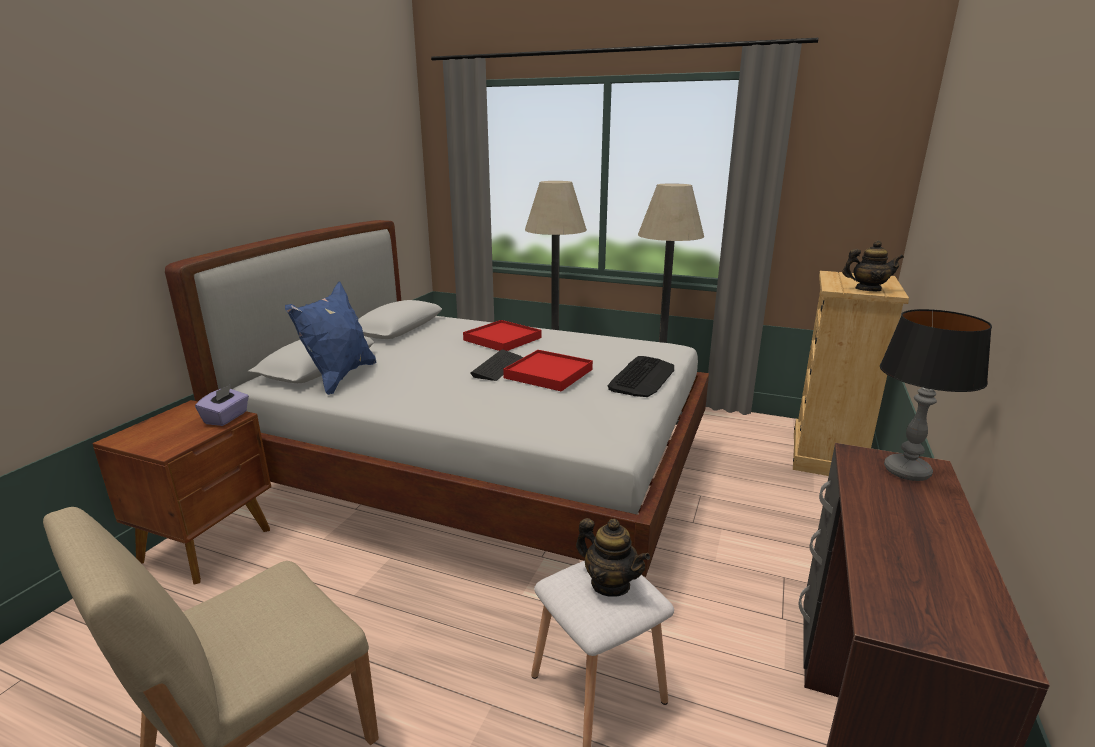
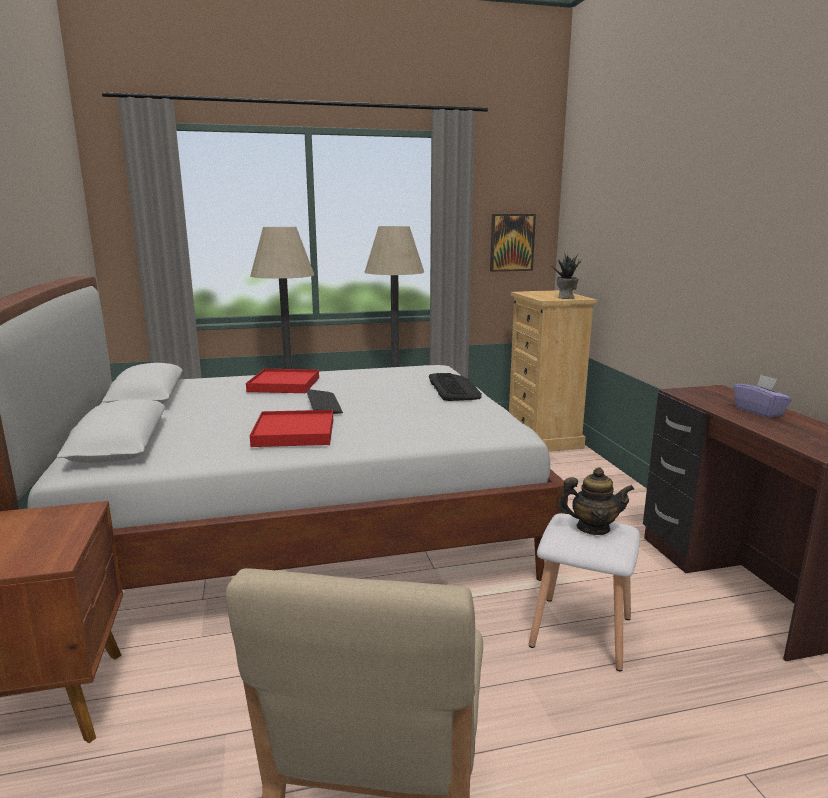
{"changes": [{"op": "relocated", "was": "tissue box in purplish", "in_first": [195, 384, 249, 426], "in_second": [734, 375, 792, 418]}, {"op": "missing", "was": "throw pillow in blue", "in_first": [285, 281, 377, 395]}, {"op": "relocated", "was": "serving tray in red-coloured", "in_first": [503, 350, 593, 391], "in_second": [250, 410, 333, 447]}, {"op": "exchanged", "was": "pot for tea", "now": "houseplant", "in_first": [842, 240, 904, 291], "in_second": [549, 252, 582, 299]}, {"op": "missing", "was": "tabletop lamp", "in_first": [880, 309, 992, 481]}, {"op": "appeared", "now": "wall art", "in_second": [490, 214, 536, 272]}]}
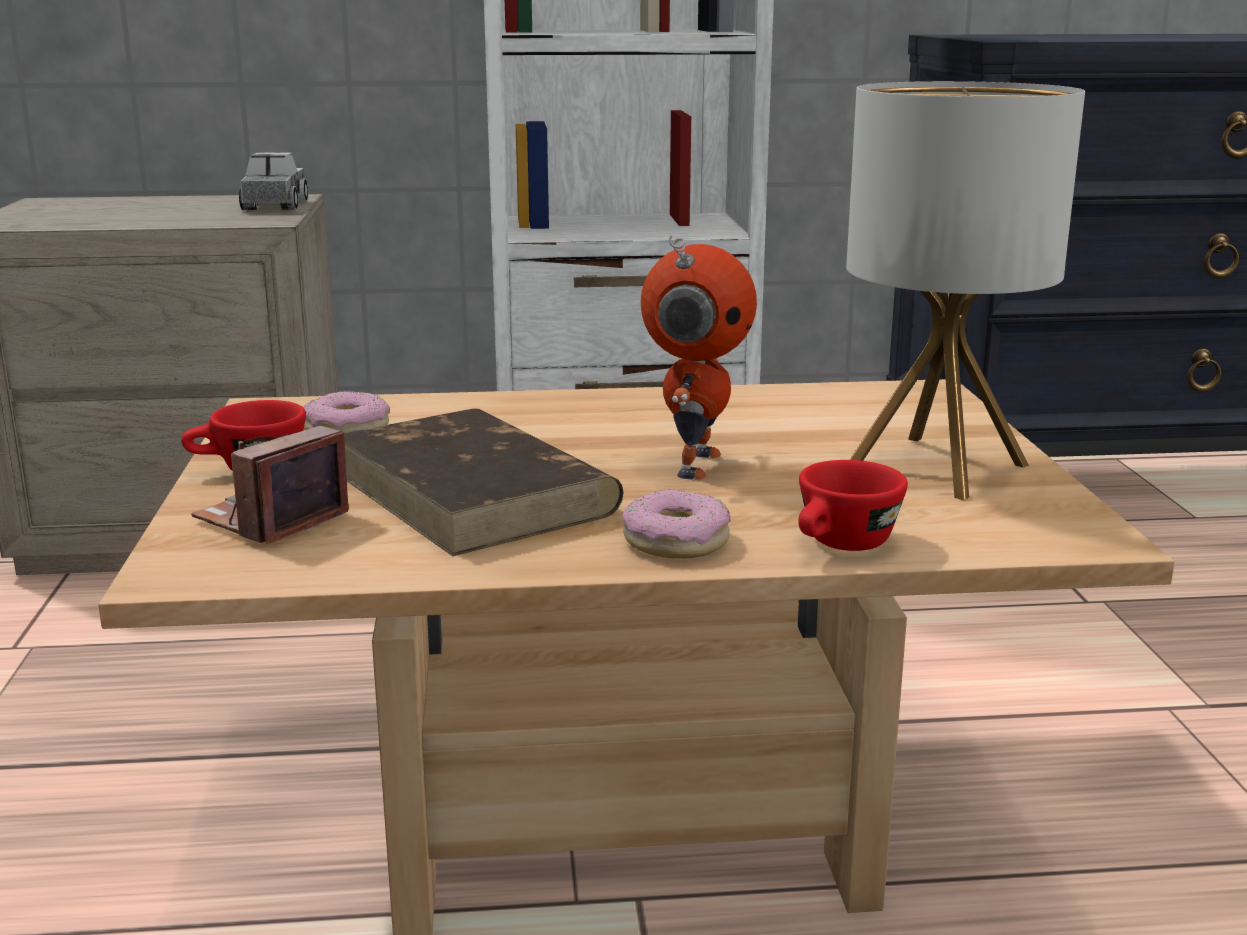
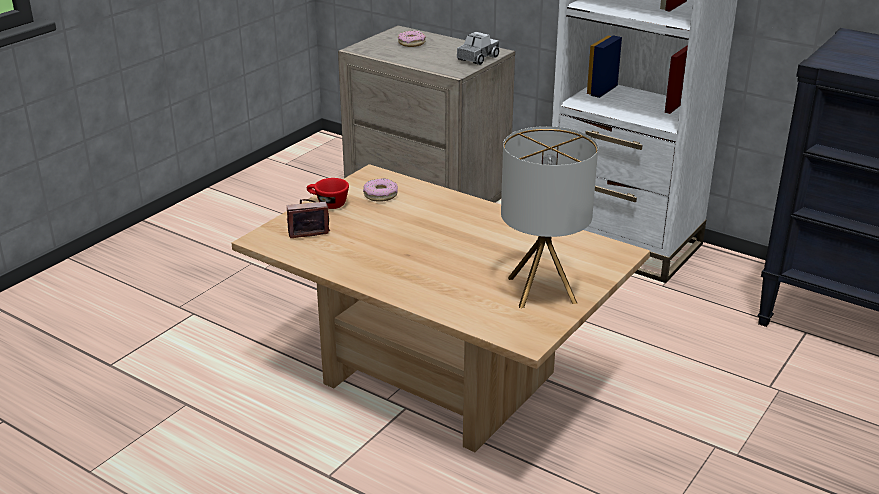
{"changes": [{"op": "missing", "was": "bound book in brown-coloured", "in_first": [344, 409, 623, 556]}, {"op": "relocated", "was": "donut", "in_first": [622, 490, 731, 559], "in_second": [398, 30, 426, 47]}, {"op": "missing", "was": "toy robot", "in_first": [641, 235, 757, 480]}, {"op": "missing", "was": "cup in red-coloured", "in_first": [798, 460, 908, 551]}]}
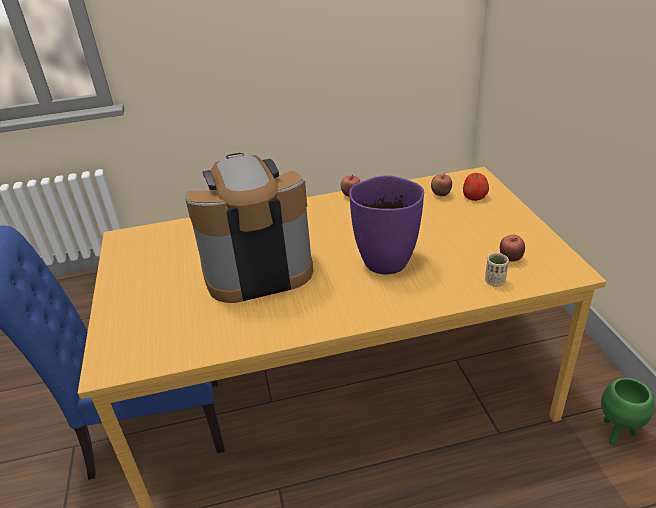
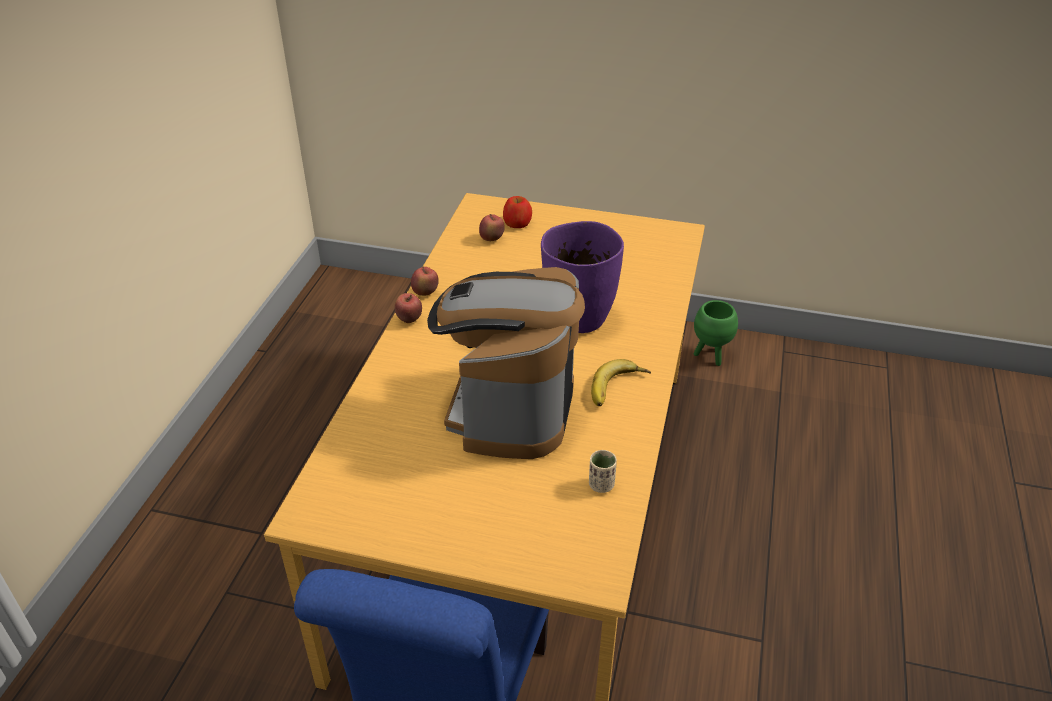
{"changes": [{"op": "relocated", "was": "cup in beige-coloured", "in_first": [485, 253, 509, 287], "in_second": [589, 450, 617, 493]}, {"op": "relocated", "was": "whole apple", "in_first": [500, 235, 525, 262], "in_second": [394, 293, 422, 323]}, {"op": "appeared", "now": "whole banana", "in_second": [591, 359, 651, 406]}]}
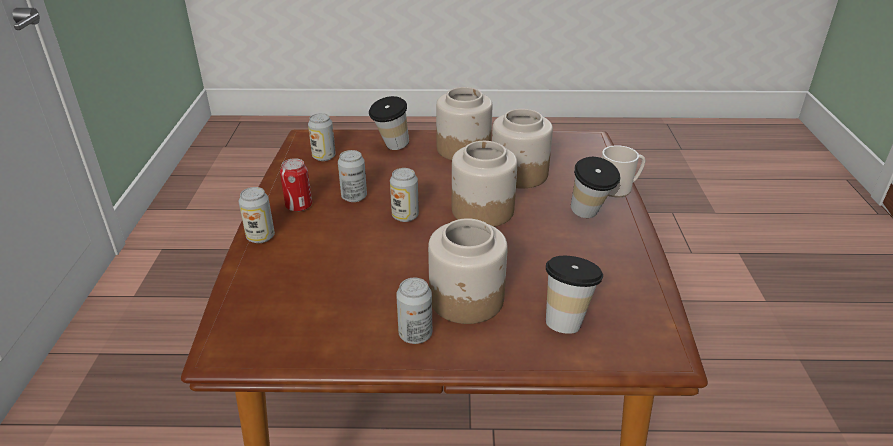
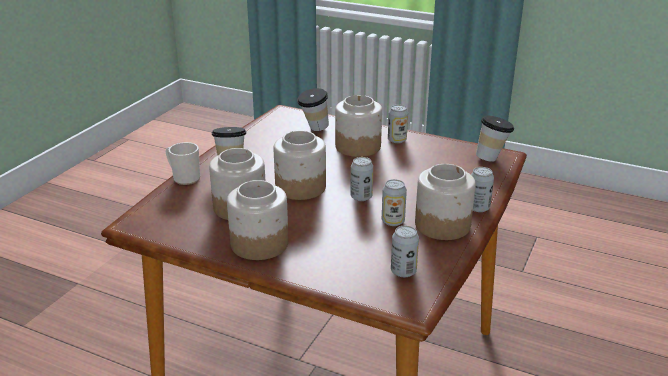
{"changes": [{"op": "exchanged", "was": "can", "now": "storage jar", "in_first": [280, 158, 312, 212], "in_second": [415, 164, 476, 240]}, {"op": "relocated", "was": "cup", "in_first": [369, 96, 409, 150], "in_second": [476, 116, 514, 162]}]}
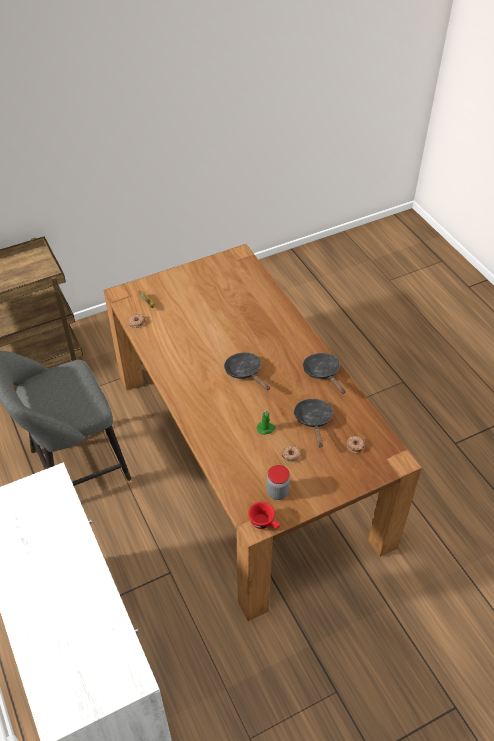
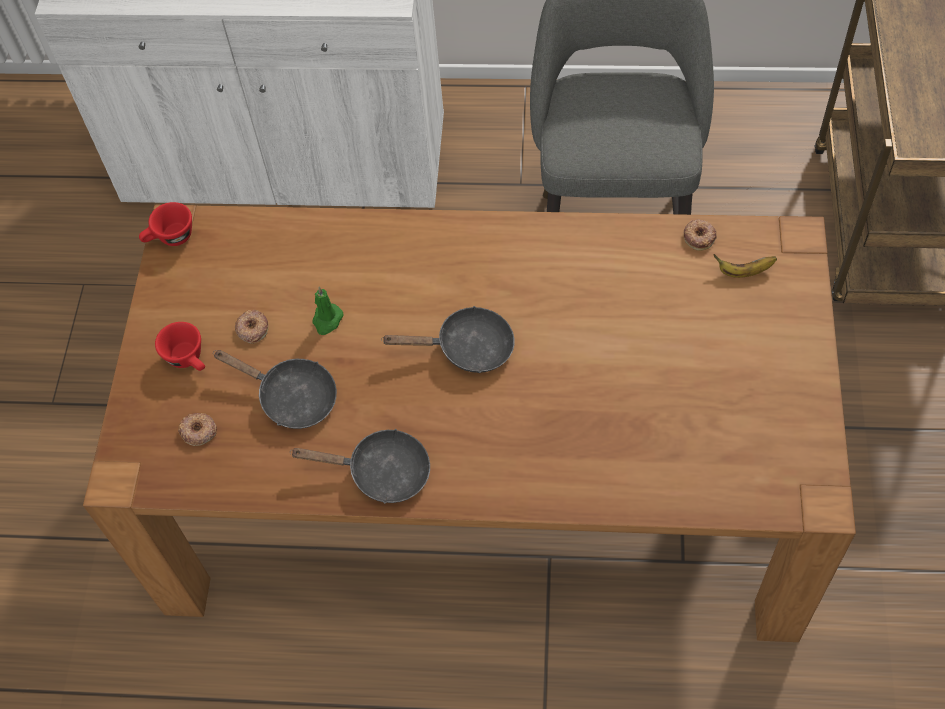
{"changes": [{"op": "missing", "was": "storage jar", "in_first": [266, 465, 290, 500]}, {"op": "appeared", "now": "cup in red-coloured", "in_second": [155, 322, 205, 371]}]}
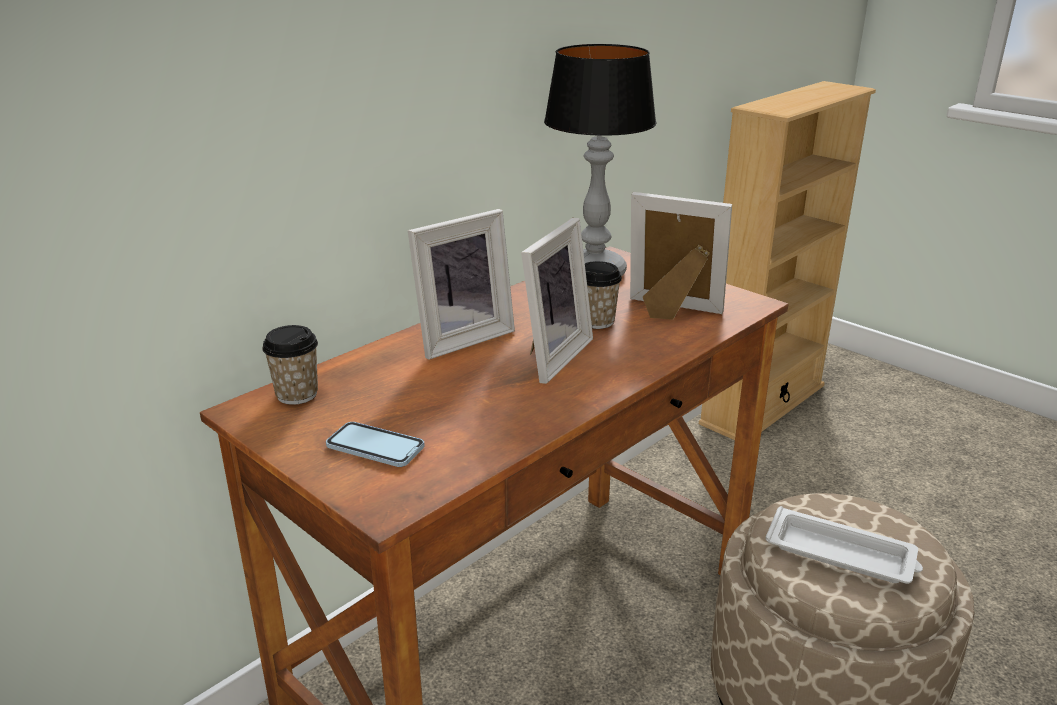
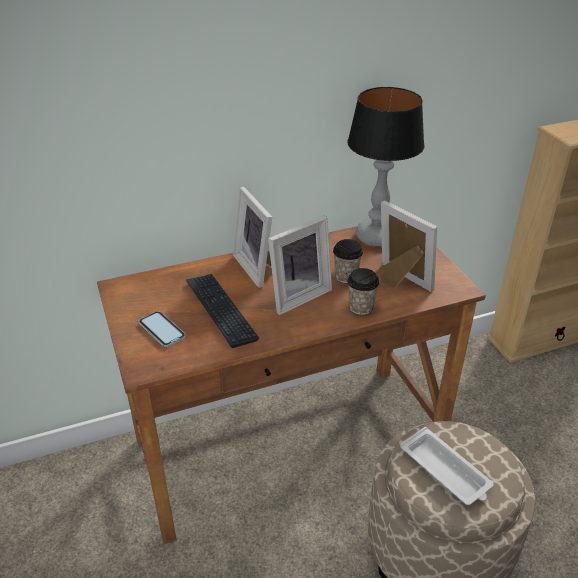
{"changes": [{"op": "relocated", "was": "cup", "in_first": [262, 325, 318, 405], "in_second": [347, 268, 379, 315]}, {"op": "spun", "was": "picture frame", "in_first": [408, 209, 515, 360], "in_second": [233, 187, 272, 288], "clockwise": 75}, {"op": "appeared", "now": "computer keyboard", "in_second": [186, 274, 259, 348]}]}
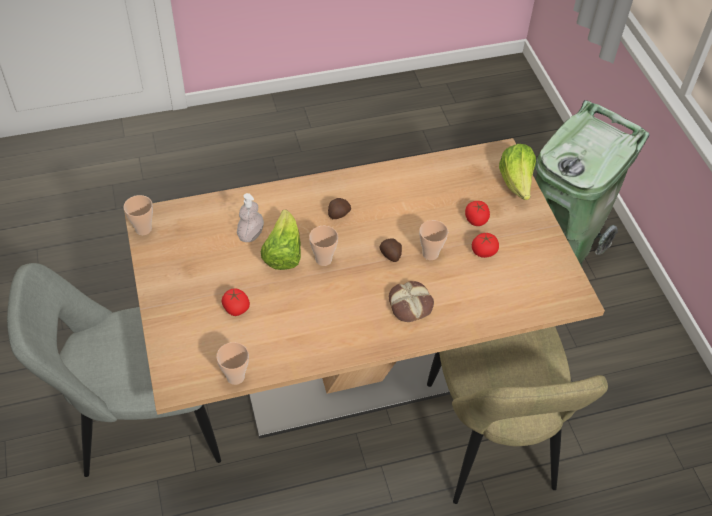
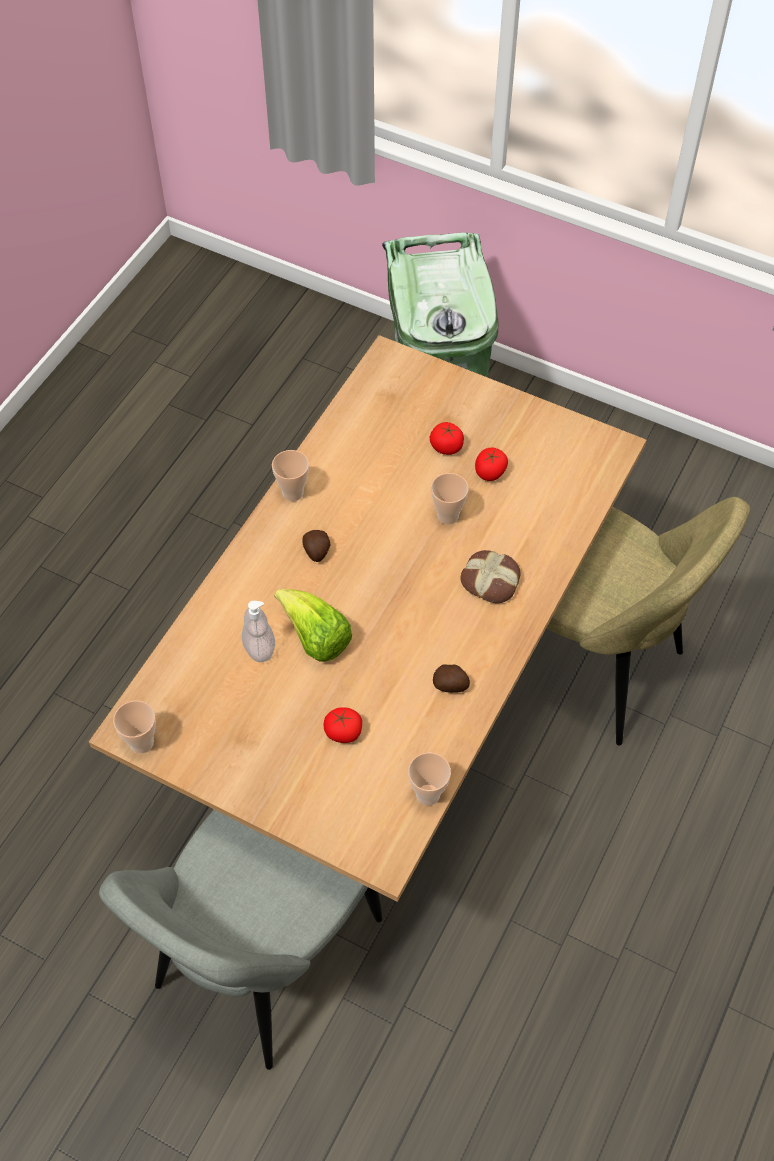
{"changes": [{"op": "relocated", "was": "cup", "in_first": [309, 226, 338, 266], "in_second": [272, 450, 309, 501]}, {"op": "relocated", "was": "potato", "in_first": [380, 239, 402, 262], "in_second": [433, 664, 470, 693]}, {"op": "missing", "was": "lettuce", "in_first": [499, 144, 536, 200]}]}
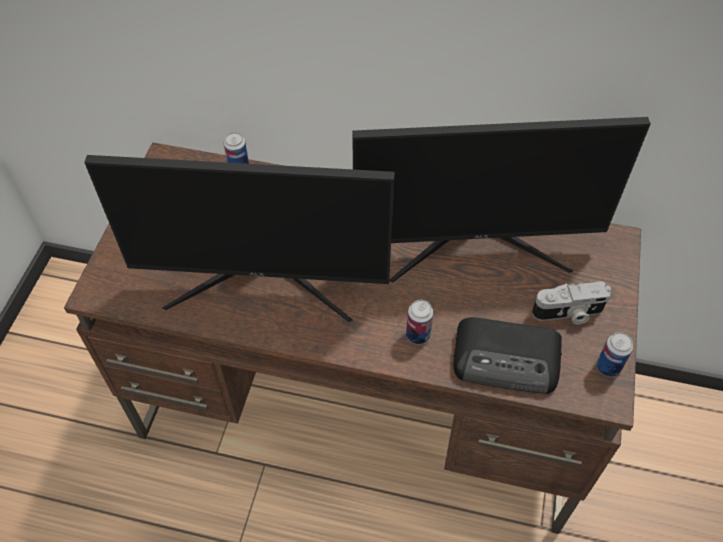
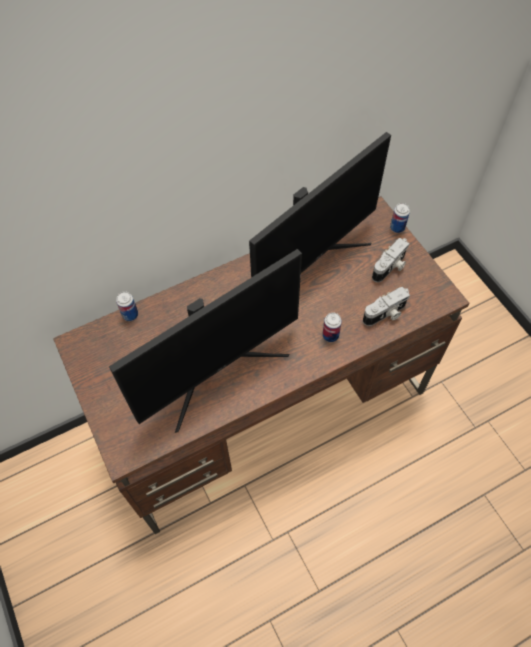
{"changes": [{"op": "exchanged", "was": "radio receiver", "now": "still camera", "in_first": [453, 317, 562, 394], "in_second": [363, 287, 410, 326]}, {"op": "relocated", "was": "can", "in_first": [596, 332, 633, 377], "in_second": [390, 203, 410, 233]}]}
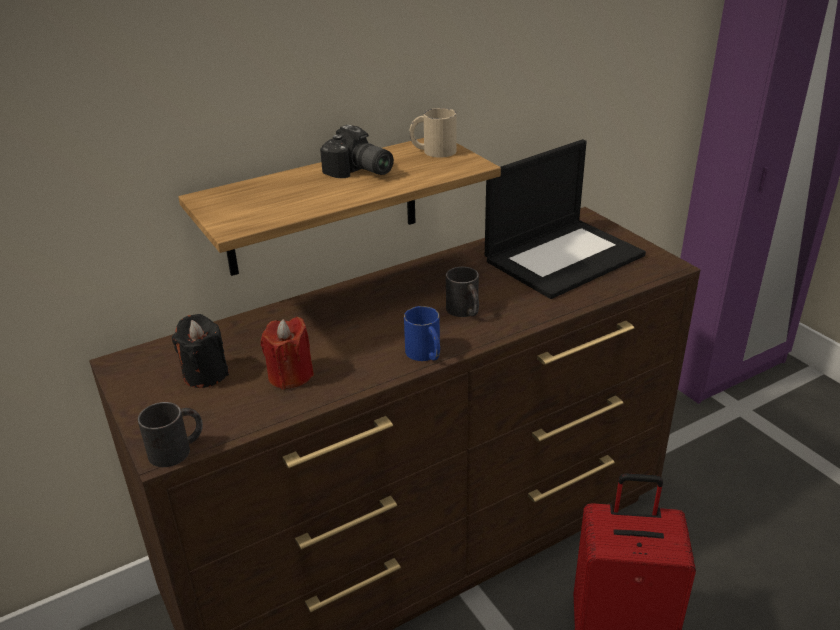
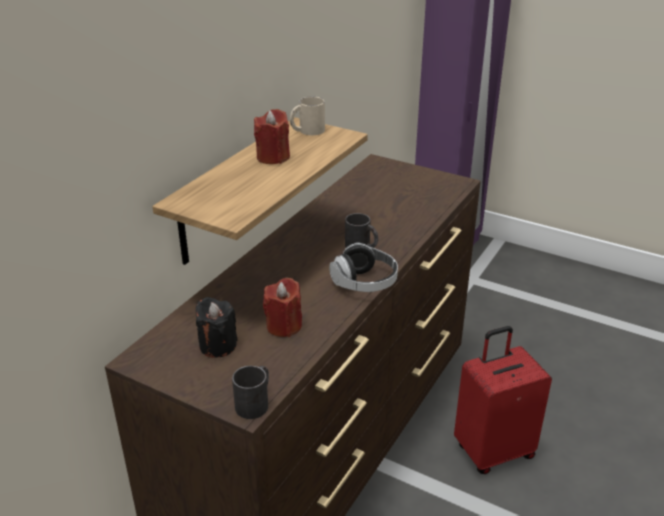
{"changes": [{"op": "exchanged", "was": "still camera", "now": "candle in red-coloured", "in_first": [320, 124, 394, 178], "in_second": [254, 109, 290, 164]}, {"op": "exchanged", "was": "coffee mug in blue", "now": "headset", "in_first": [404, 306, 440, 361], "in_second": [329, 243, 398, 292]}, {"op": "missing", "was": "notebook computer", "in_first": [485, 139, 646, 299]}]}
